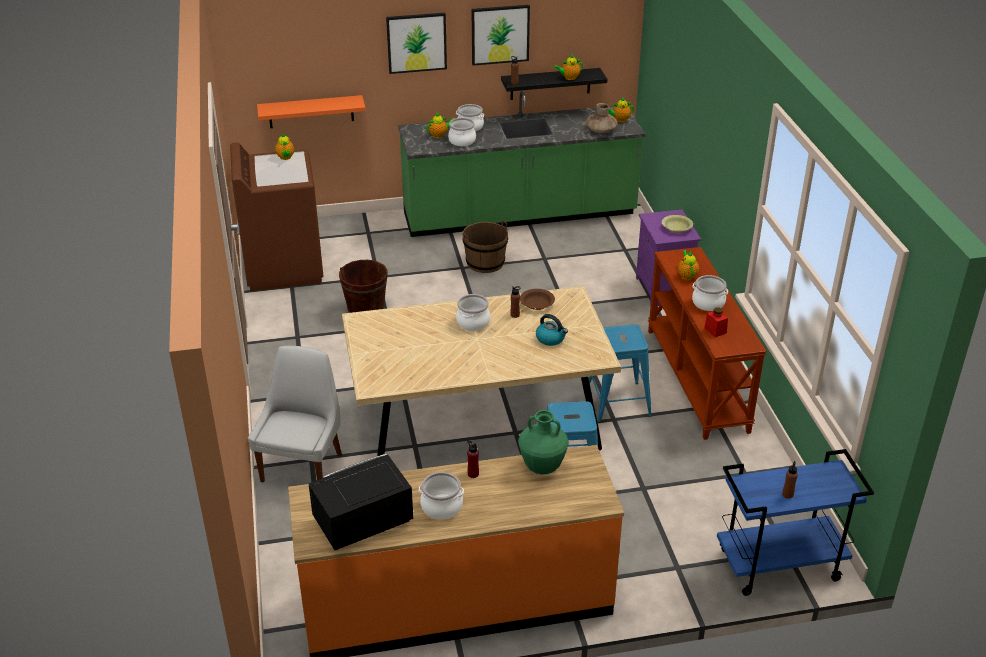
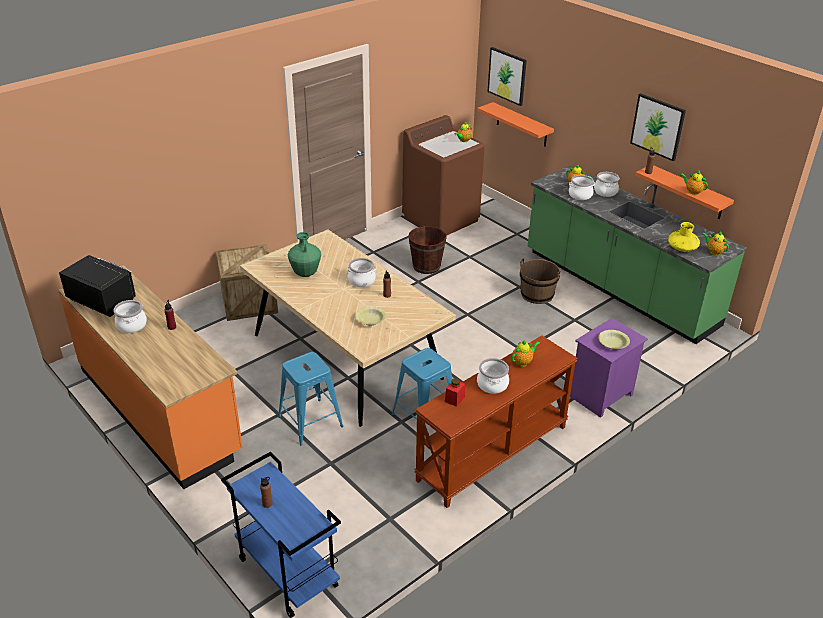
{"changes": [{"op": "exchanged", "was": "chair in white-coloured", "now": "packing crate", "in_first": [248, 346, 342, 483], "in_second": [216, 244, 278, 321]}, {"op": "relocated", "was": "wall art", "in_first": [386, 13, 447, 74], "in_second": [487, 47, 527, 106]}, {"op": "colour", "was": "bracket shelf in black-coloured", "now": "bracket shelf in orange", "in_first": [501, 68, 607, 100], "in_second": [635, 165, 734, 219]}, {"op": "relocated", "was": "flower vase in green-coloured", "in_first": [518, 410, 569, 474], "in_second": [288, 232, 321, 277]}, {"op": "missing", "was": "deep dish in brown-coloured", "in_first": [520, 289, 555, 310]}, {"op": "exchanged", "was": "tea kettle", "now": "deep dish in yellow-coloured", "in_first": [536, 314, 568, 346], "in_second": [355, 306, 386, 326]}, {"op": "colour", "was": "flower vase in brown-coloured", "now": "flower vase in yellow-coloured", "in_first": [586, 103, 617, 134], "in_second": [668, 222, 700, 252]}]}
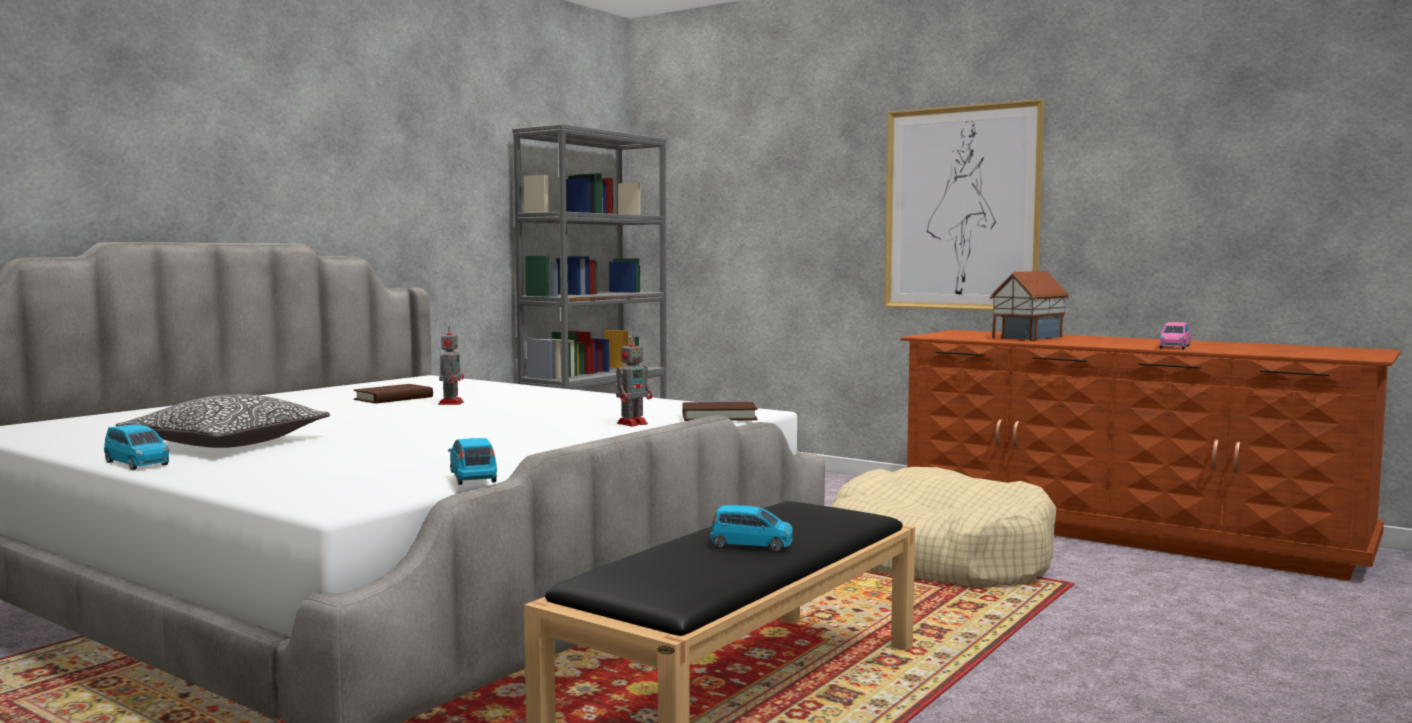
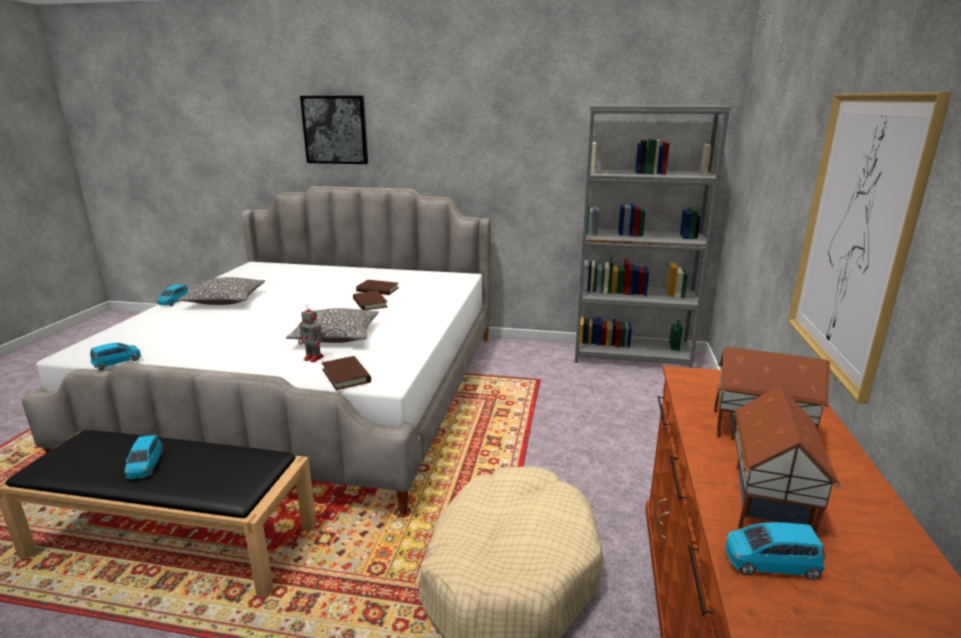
{"changes": [{"op": "exchanged", "was": "toy robot", "now": "bound book in brown-coloured", "in_first": [438, 326, 464, 405], "in_second": [353, 291, 388, 310]}, {"op": "colour", "was": "toy car in pink", "now": "toy car in blue", "in_first": [1159, 322, 1190, 349], "in_second": [725, 522, 825, 580]}, {"op": "appeared", "now": "throw pillow", "in_second": [286, 308, 379, 343]}, {"op": "appeared", "now": "wall art", "in_second": [300, 96, 368, 164]}, {"op": "appeared", "now": "miniature house", "in_second": [733, 385, 841, 533]}]}
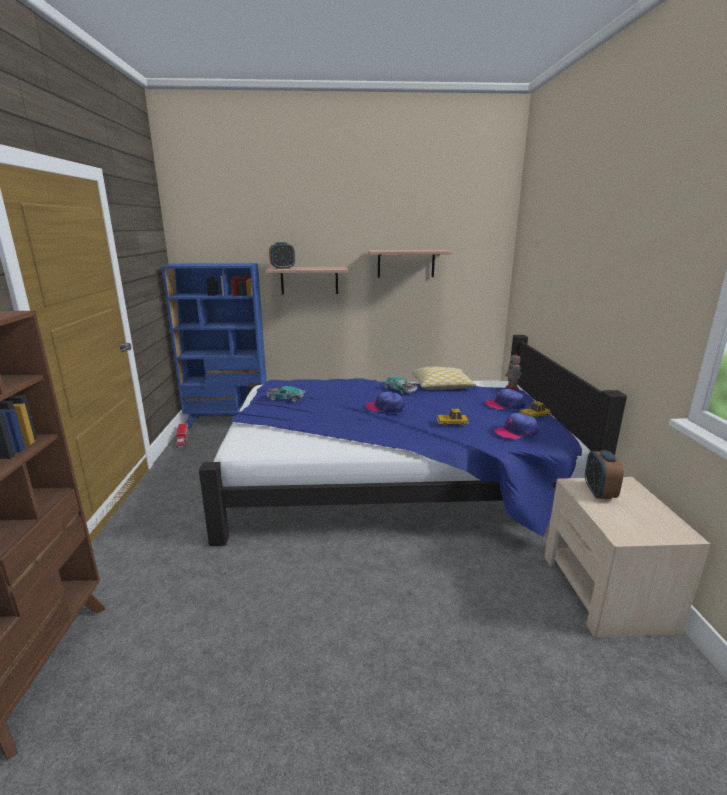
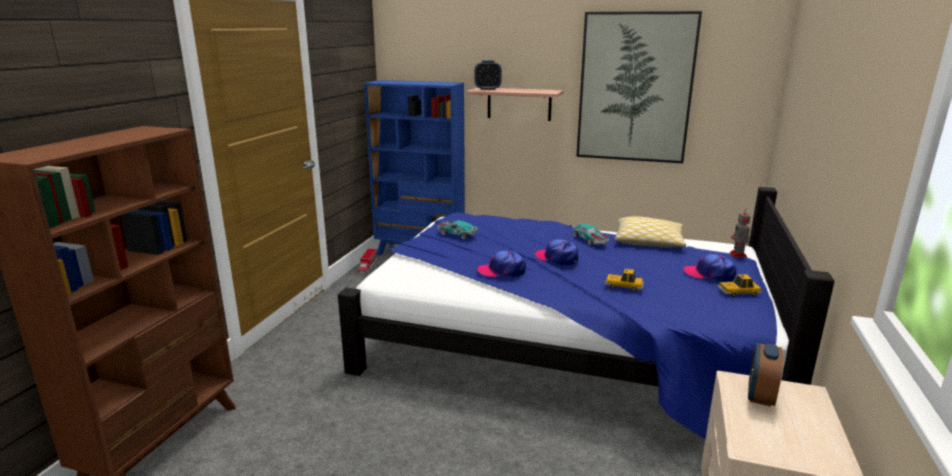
{"changes": [{"op": "exchanged", "was": "bracket shelf", "now": "wall art", "in_first": [368, 250, 452, 277], "in_second": [576, 11, 702, 163]}, {"op": "relocated", "was": "baseball cap", "in_first": [494, 413, 538, 439], "in_second": [477, 250, 526, 277]}]}
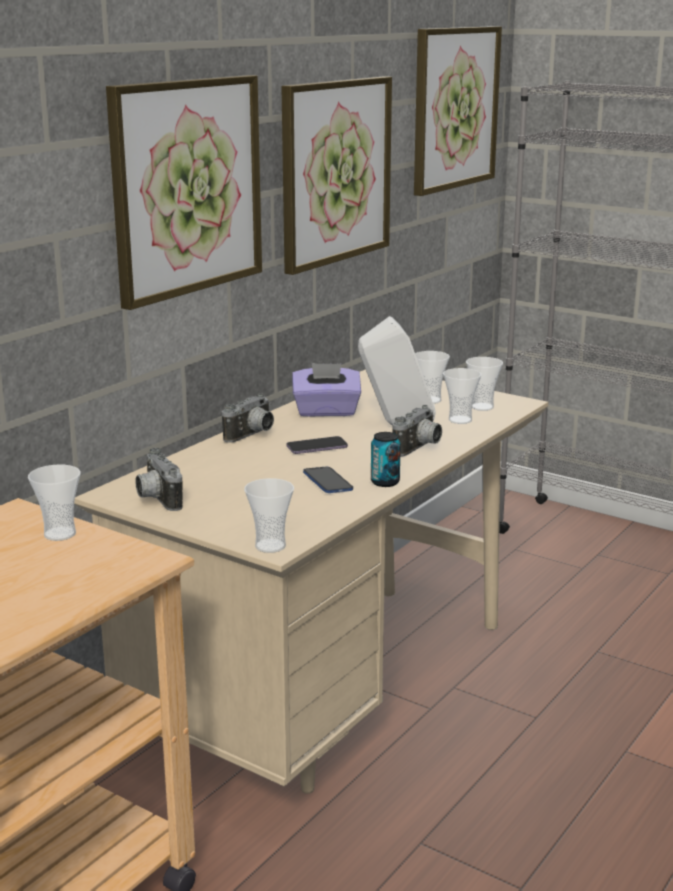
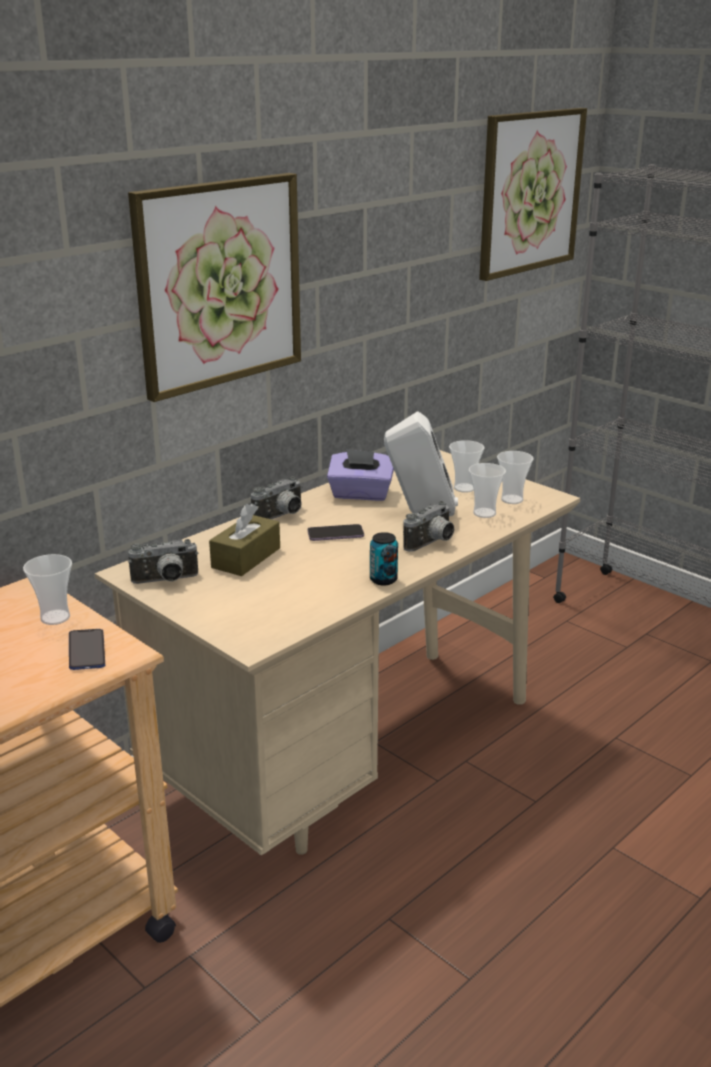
{"changes": [{"op": "spun", "was": "still camera", "in_first": [135, 448, 182, 511], "in_second": [128, 539, 199, 584], "clockwise": -90}, {"op": "missing", "was": "cup", "in_first": [244, 478, 294, 553]}, {"op": "missing", "was": "wall art", "in_first": [281, 76, 392, 275]}, {"op": "relocated", "was": "handset", "in_first": [303, 467, 353, 493], "in_second": [69, 629, 105, 670]}, {"op": "appeared", "now": "tissue box in brown-coloured", "in_second": [209, 503, 280, 576]}]}
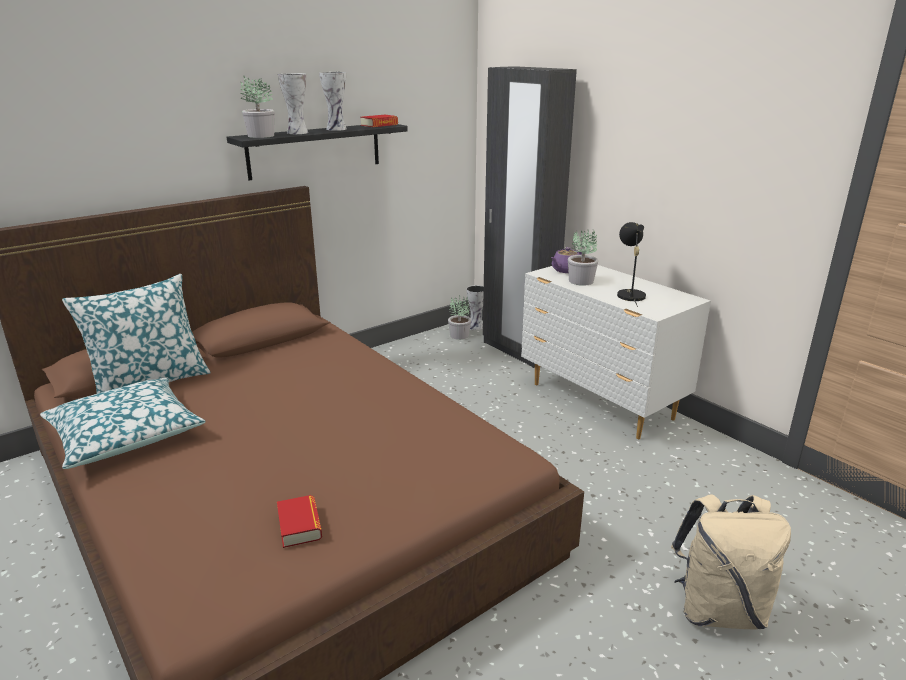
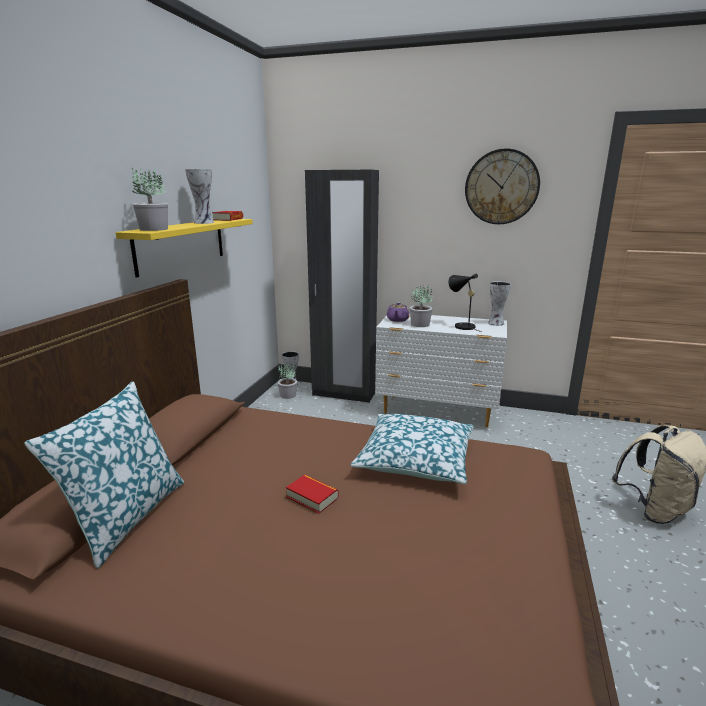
{"changes": [{"op": "relocated", "was": "throw pillow", "in_first": [40, 377, 206, 469], "in_second": [351, 414, 474, 484]}, {"op": "colour", "was": "bracket shelf in black-coloured", "now": "bracket shelf in yellow-coloured", "in_first": [227, 124, 408, 180], "in_second": [116, 219, 253, 278]}, {"op": "relocated", "was": "bound book", "in_first": [277, 495, 322, 548], "in_second": [286, 475, 339, 514]}, {"op": "relocated", "was": "flower vase", "in_first": [278, 73, 308, 134], "in_second": [488, 281, 511, 326]}, {"op": "appeared", "now": "hanging clock", "in_second": [465, 148, 540, 224]}]}
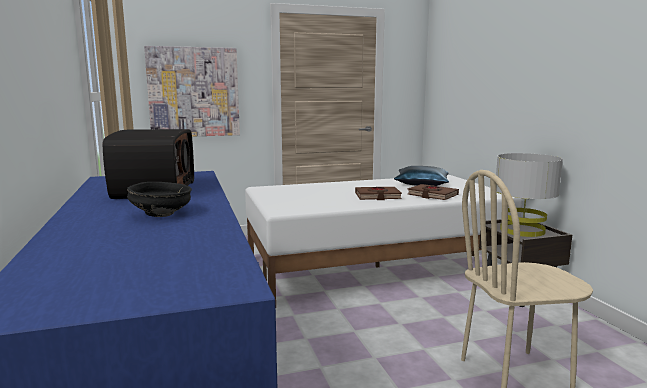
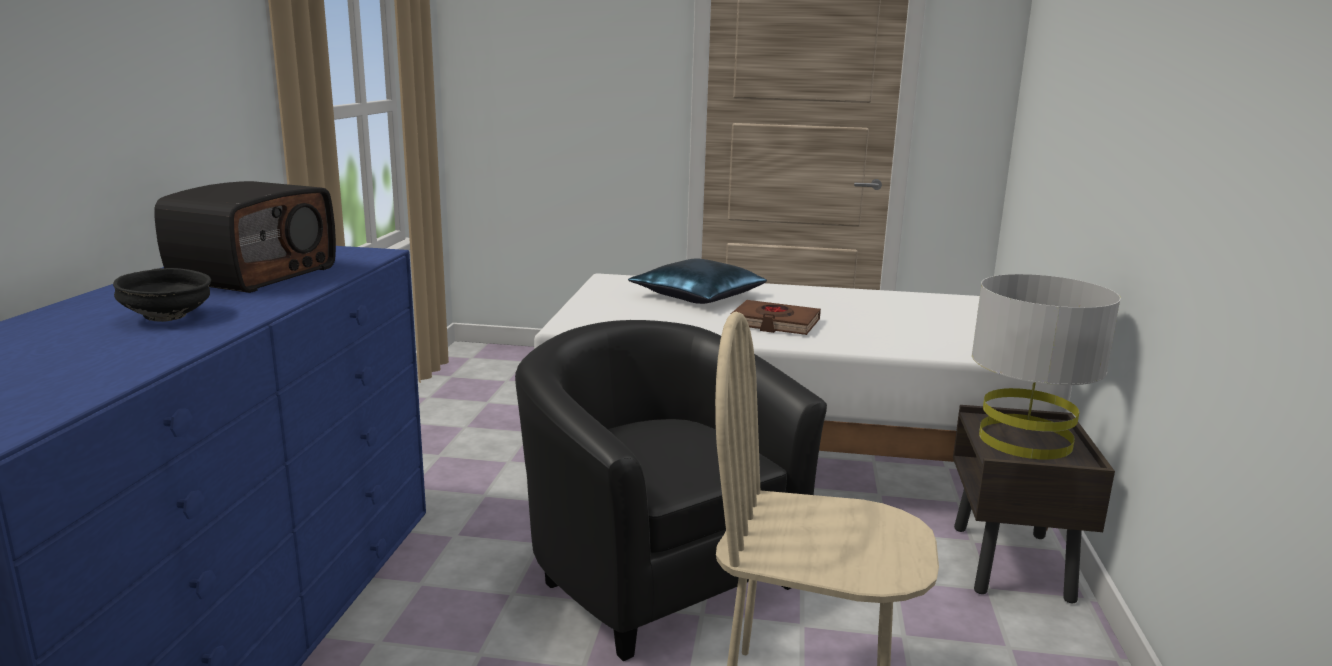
{"changes": [{"op": "missing", "was": "wall art", "in_first": [144, 46, 240, 137]}, {"op": "relocated", "was": "throw pillow in blue", "in_first": [394, 166, 449, 186], "in_second": [628, 258, 767, 304]}, {"op": "missing", "was": "bound book in brown-coloured", "in_first": [407, 184, 459, 200]}, {"op": "appeared", "now": "lounge chair in black-coloured", "in_second": [515, 320, 827, 662]}]}
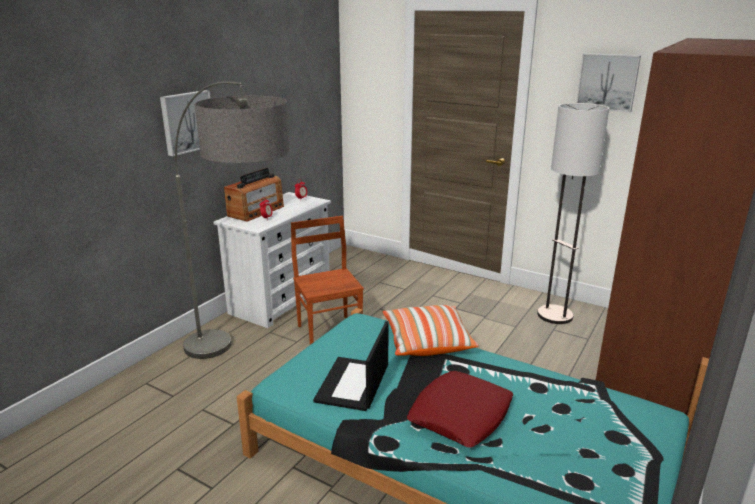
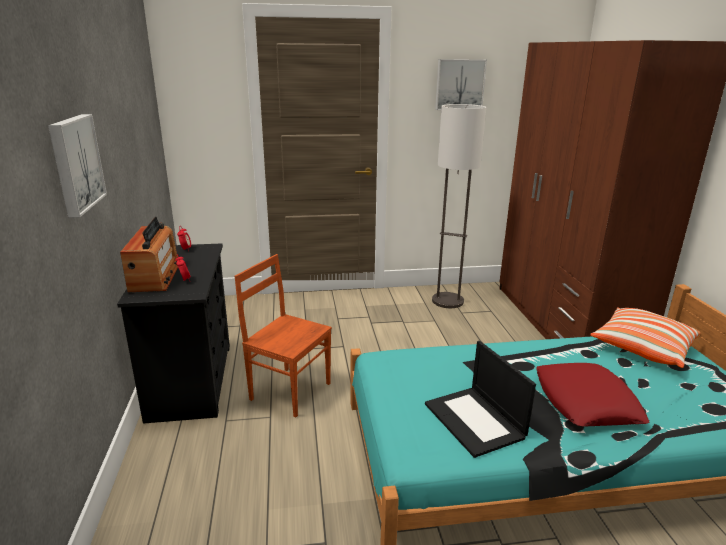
{"changes": [{"op": "missing", "was": "standing lamp", "in_first": [175, 82, 290, 359]}, {"op": "colour", "was": "drawer chest in white-coloured", "now": "drawer chest in black-coloured", "in_first": [214, 192, 331, 328], "in_second": [117, 243, 230, 424]}, {"op": "relocated", "was": "throw pillow", "in_first": [383, 305, 479, 356], "in_second": [590, 308, 700, 368]}]}
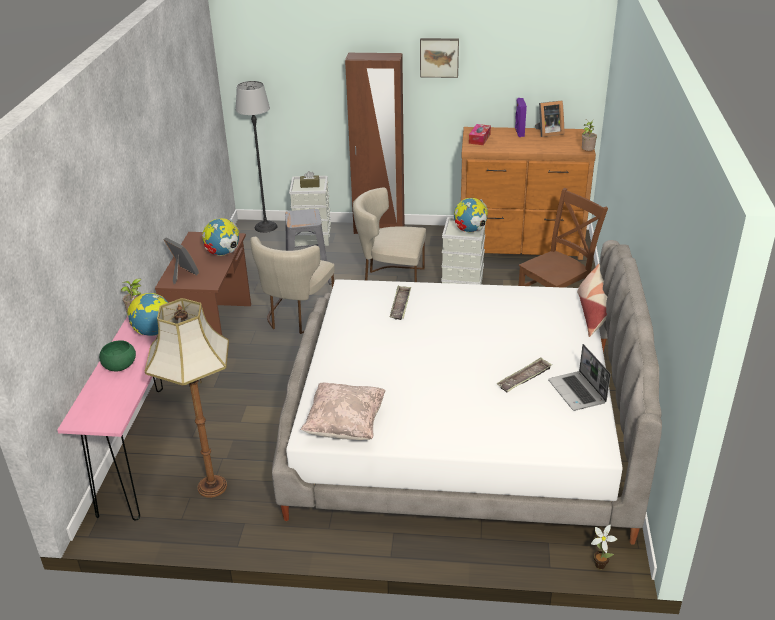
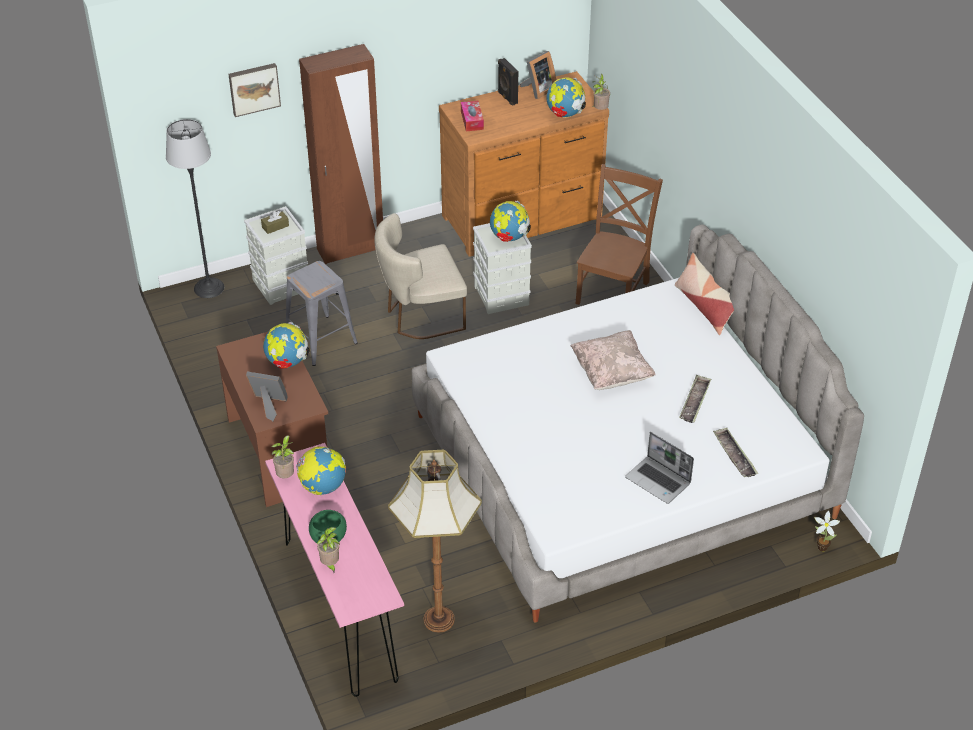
{"changes": [{"op": "missing", "was": "chair in beige-coloured", "in_first": [250, 237, 335, 334]}, {"op": "relocated", "was": "throw pillow in beige-coloured", "in_first": [301, 383, 386, 440], "in_second": [571, 330, 656, 390]}, {"op": "relocated", "was": "serving tray", "in_first": [390, 286, 411, 320], "in_second": [713, 428, 758, 477]}, {"op": "relocated", "was": "wall art", "in_first": [420, 38, 459, 78], "in_second": [228, 63, 281, 117]}, {"op": "colour", "was": "audio speaker in purplish", "now": "audio speaker in black-coloured", "in_first": [515, 98, 527, 137], "in_second": [498, 58, 518, 106]}, {"op": "relocated", "was": "notebook computer", "in_first": [548, 344, 611, 411], "in_second": [625, 432, 694, 504]}, {"op": "appeared", "now": "houseplant", "in_second": [317, 527, 340, 573]}, {"op": "appeared", "now": "globe", "in_second": [547, 77, 586, 117]}]}
